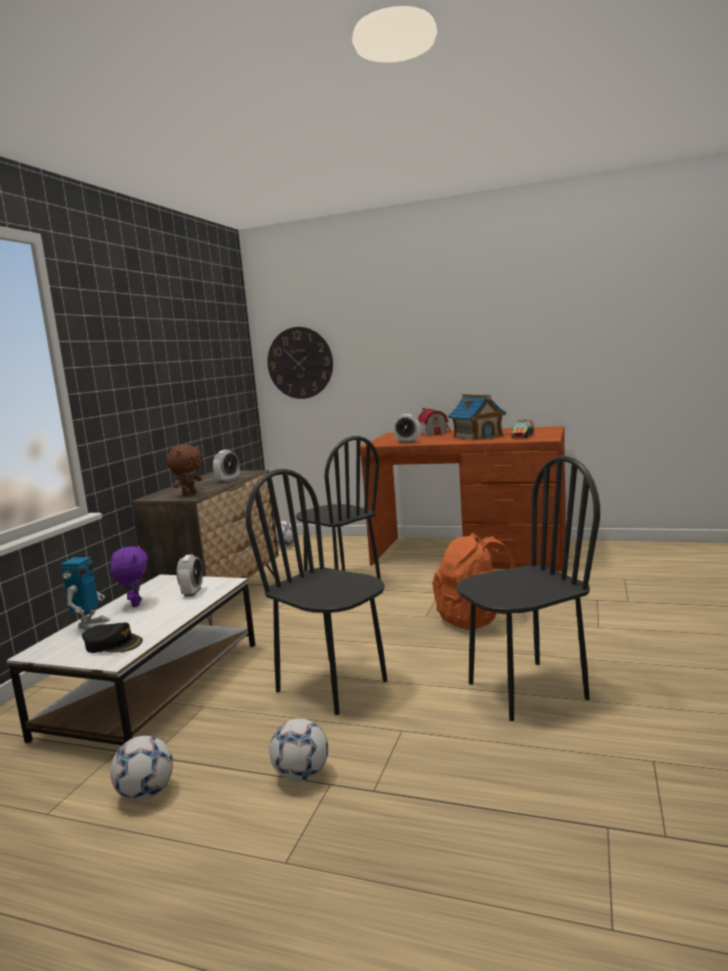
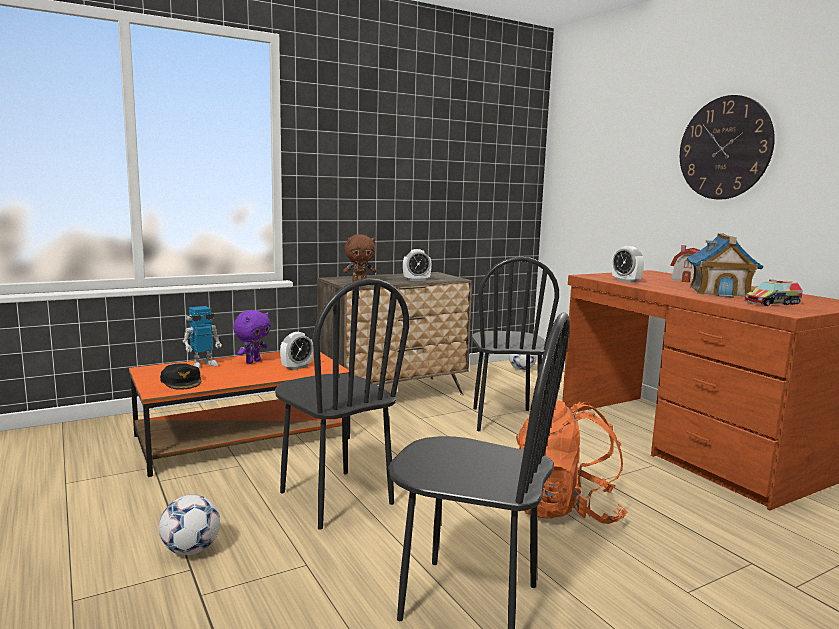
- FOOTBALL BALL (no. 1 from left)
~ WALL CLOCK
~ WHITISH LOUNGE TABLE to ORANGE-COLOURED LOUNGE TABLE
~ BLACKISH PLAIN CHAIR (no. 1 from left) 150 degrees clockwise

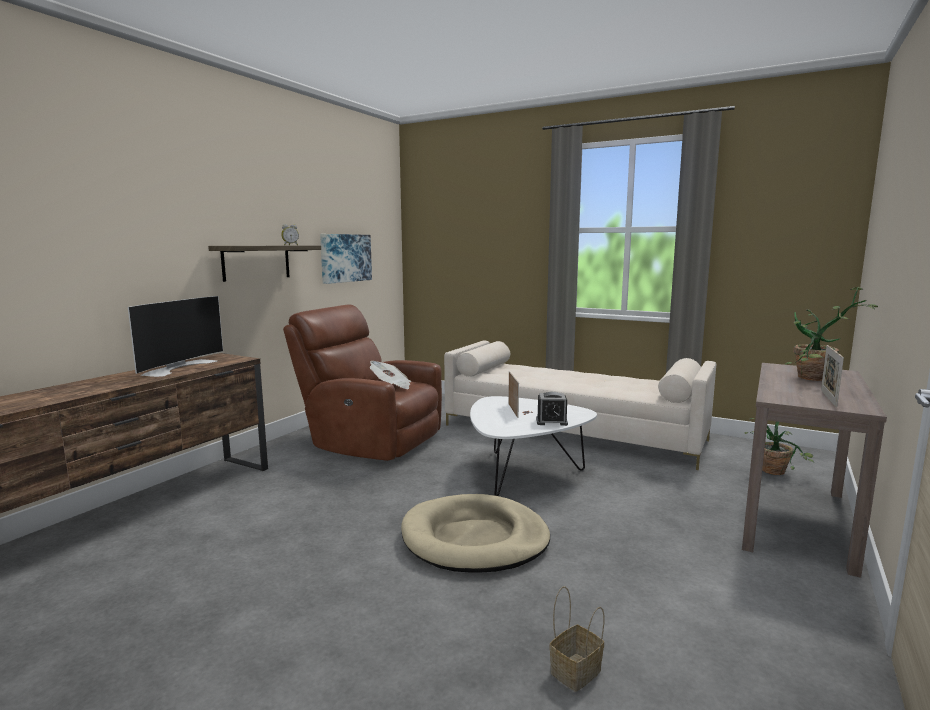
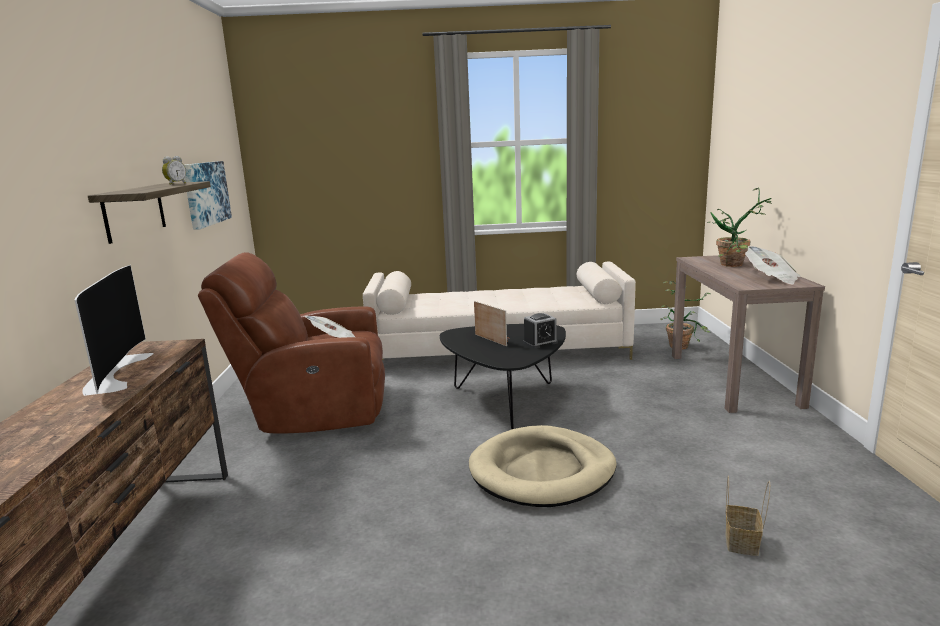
~ STANDING FRAME (no. 2 from left) to PRINTED PAPER (no. 2 from left)
~ WHITISH LOUNGE TABLE to BLACKISH LOUNGE TABLE

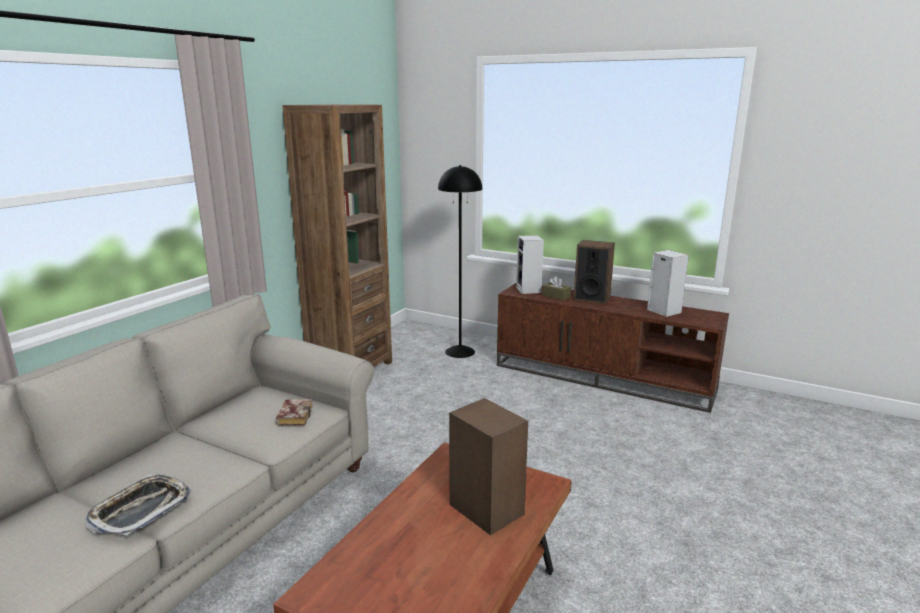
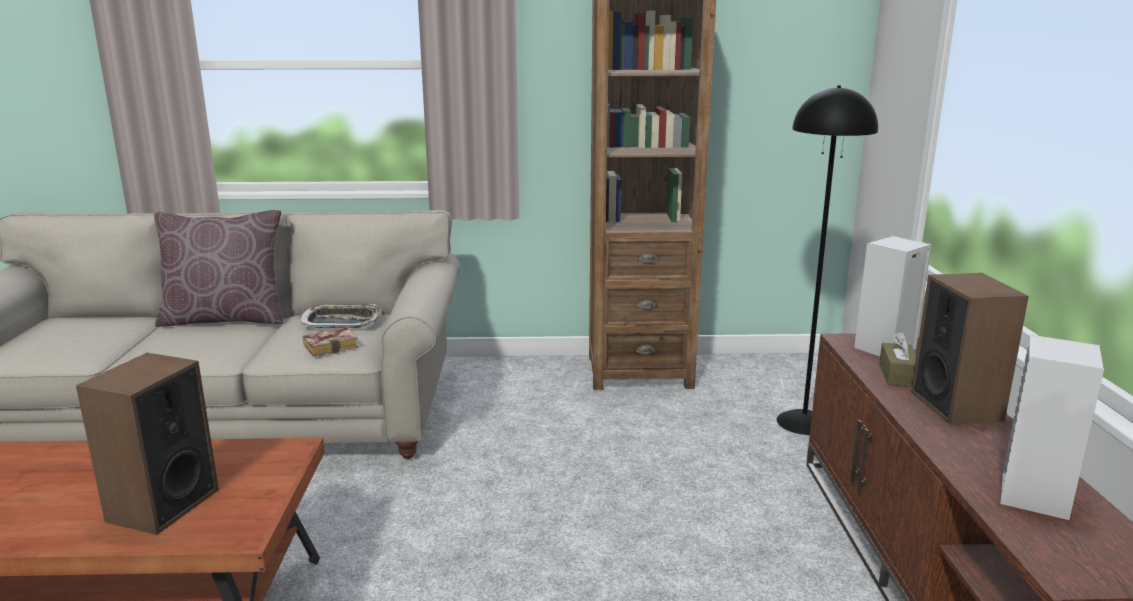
+ BROWNISH PILLOW
~ TRAY

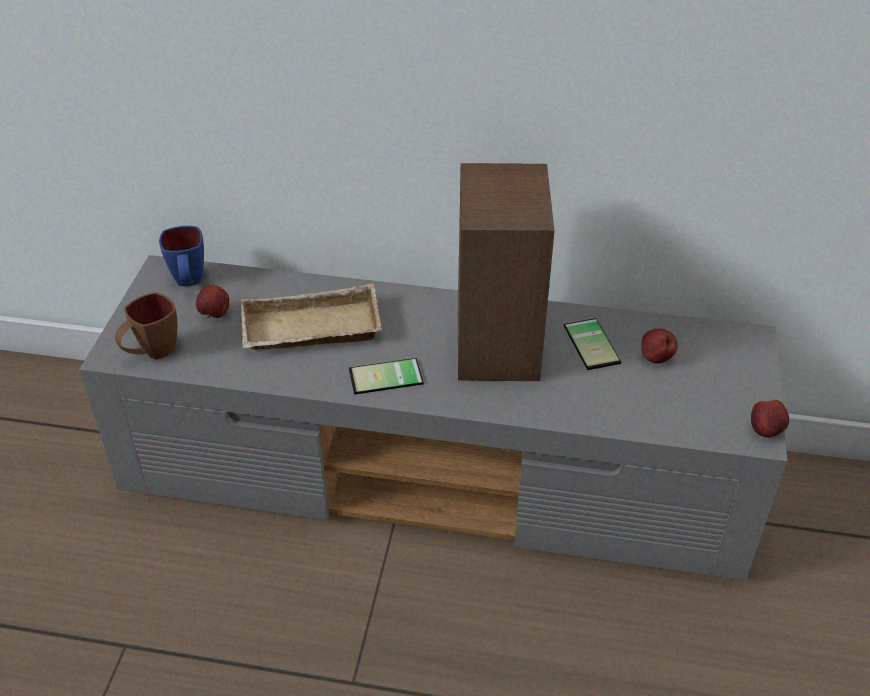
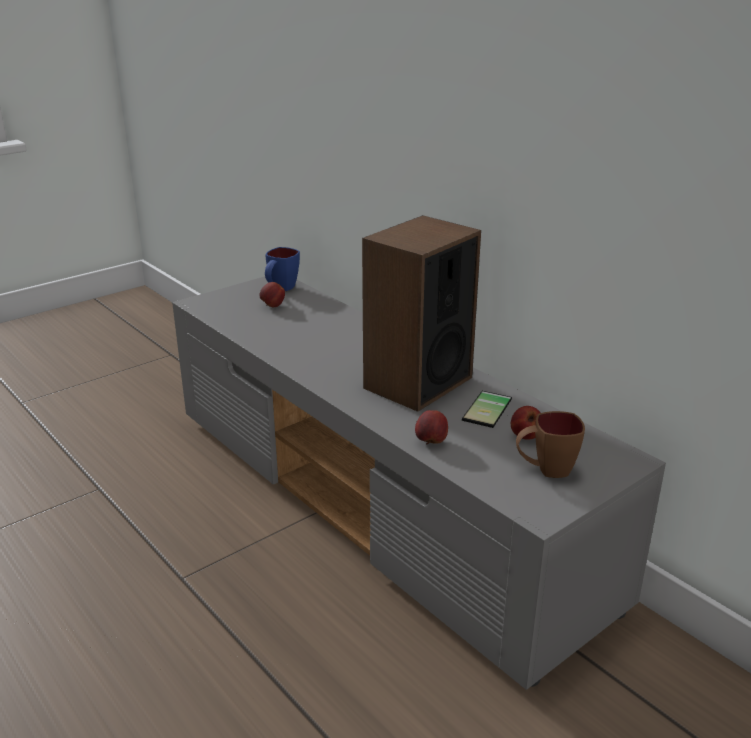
- BEIGE-COLOURED TRAY
- PHONE (no. 1 from left)
~ BROWNISH TEA MUG
~ WHOLE APPLE (no. 3 from left in the first image) to WHOLE APPLE (no. 2 from left)

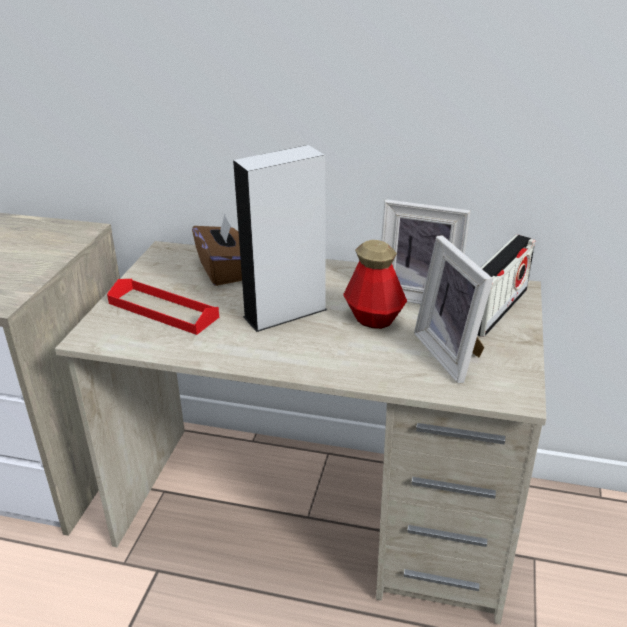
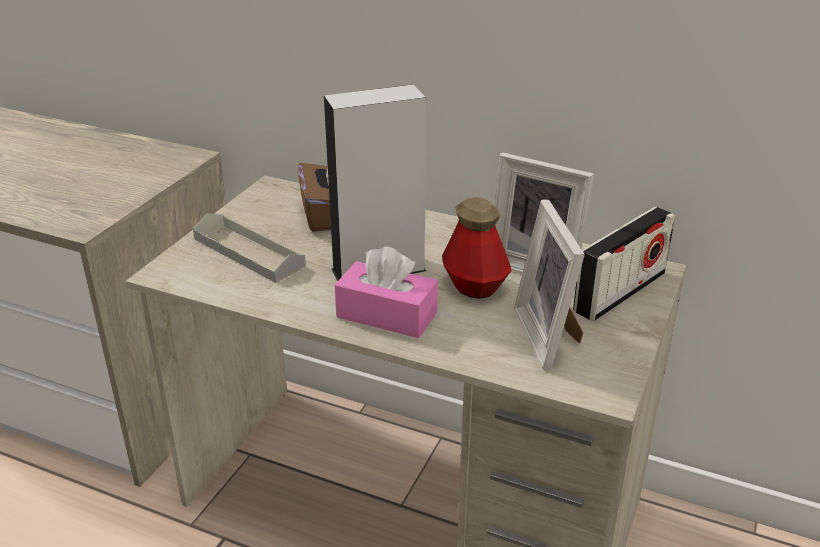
+ PINK TISSUE HOLDER
~ RED TRAY to GREY TRAY

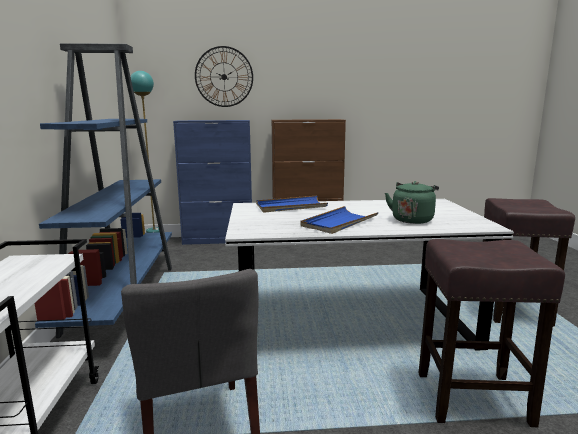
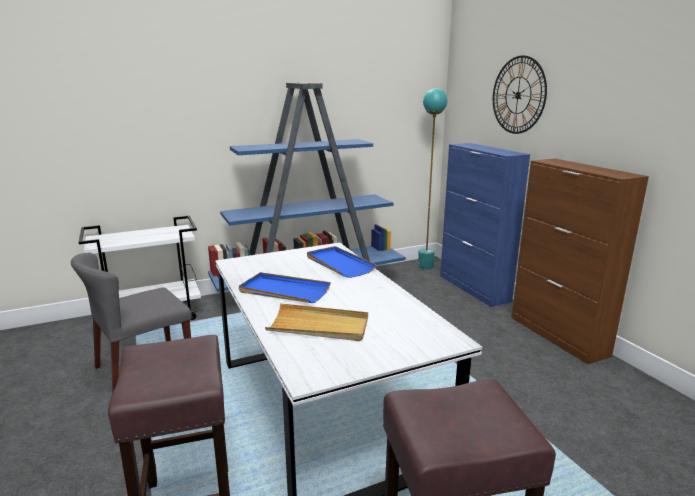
~ GREENISH KETTLE to BEIGE-COLOURED TRAY

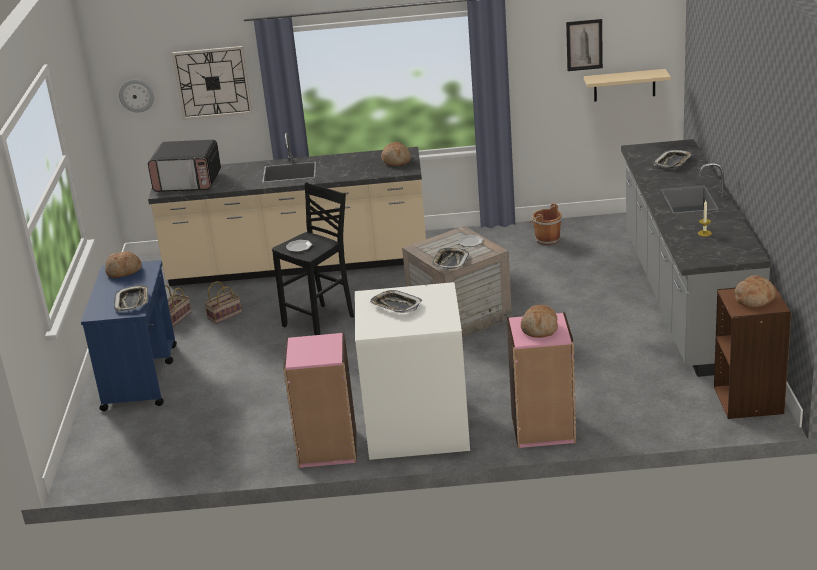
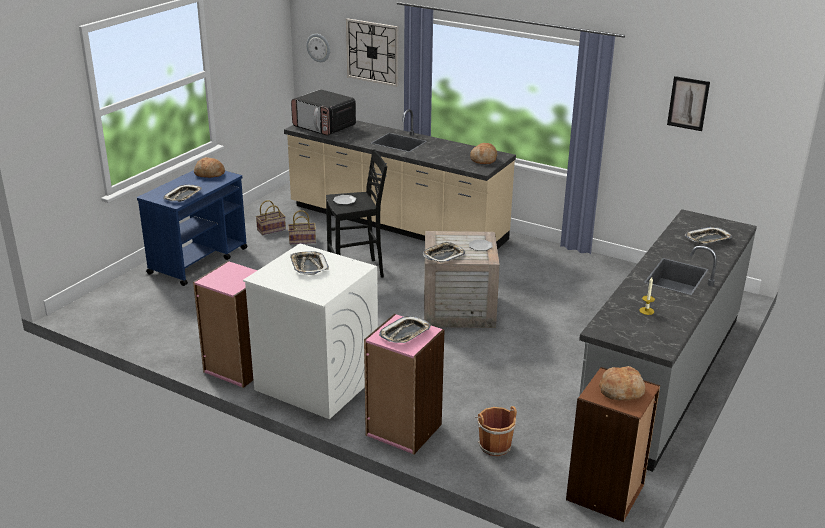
- BEIGE-COLOURED WALL SHELF
~ BROWNISH BUCKET
~ BAKERY BREAD (no. 3 from left) to TRAY (no. 3 from left)

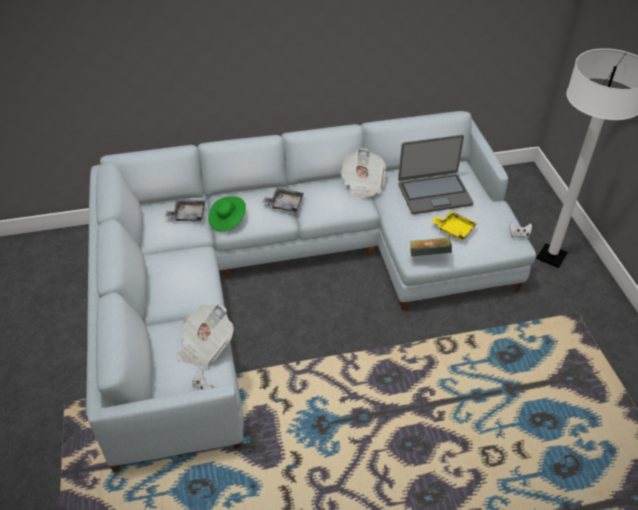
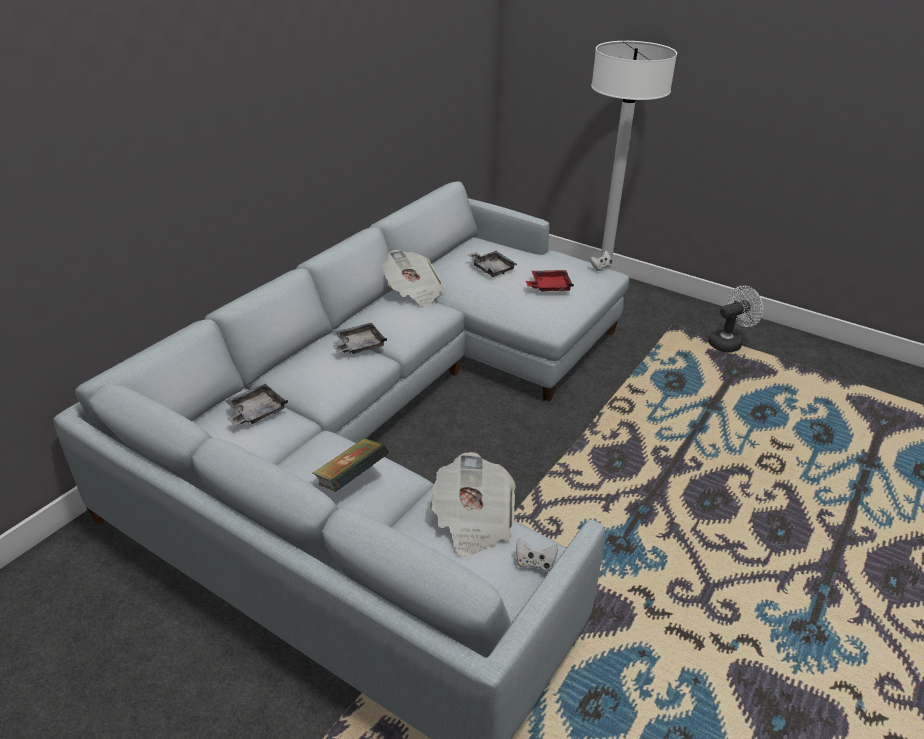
- GREENISH WEARABLE HAT
+ WHITISH ELECTRIC FAN
~ VOLUME
~ LAPTOP to GREY TRAY (no. 3 from left)
~ YELLOWISH TRAY to RED TRAY

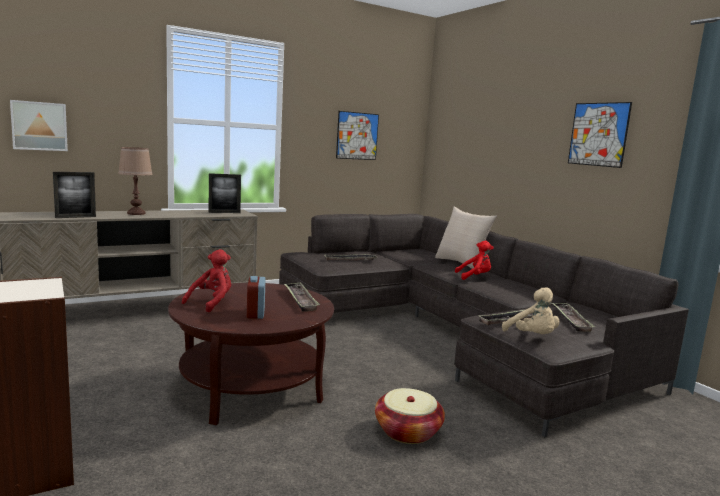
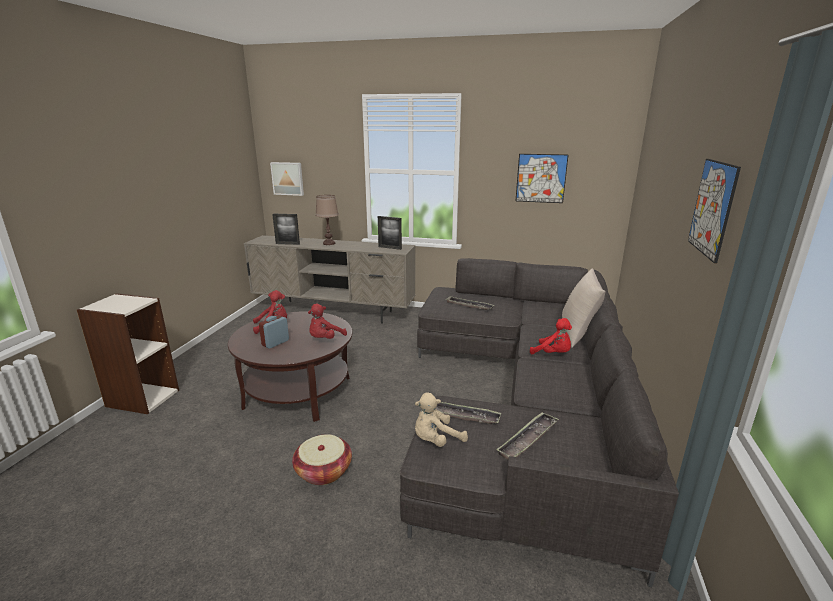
~ TRAY (no. 1 from left) to RED PLUSH TOY (no. 2 from left)
~ BEIGE-COLOURED PLUSH TOY 45 degrees clockwise

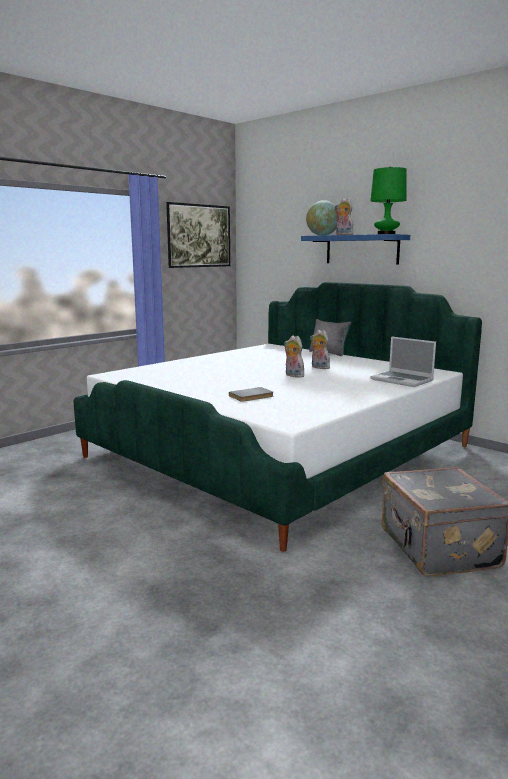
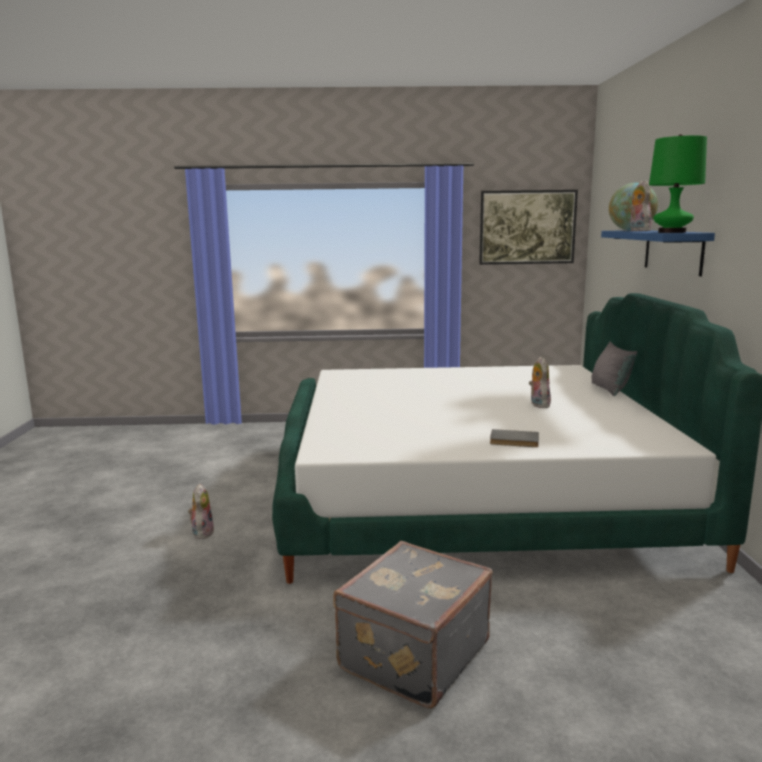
- LAPTOP
~ GREY VOLUME
~ PLUSH TOY (no. 1 from left)

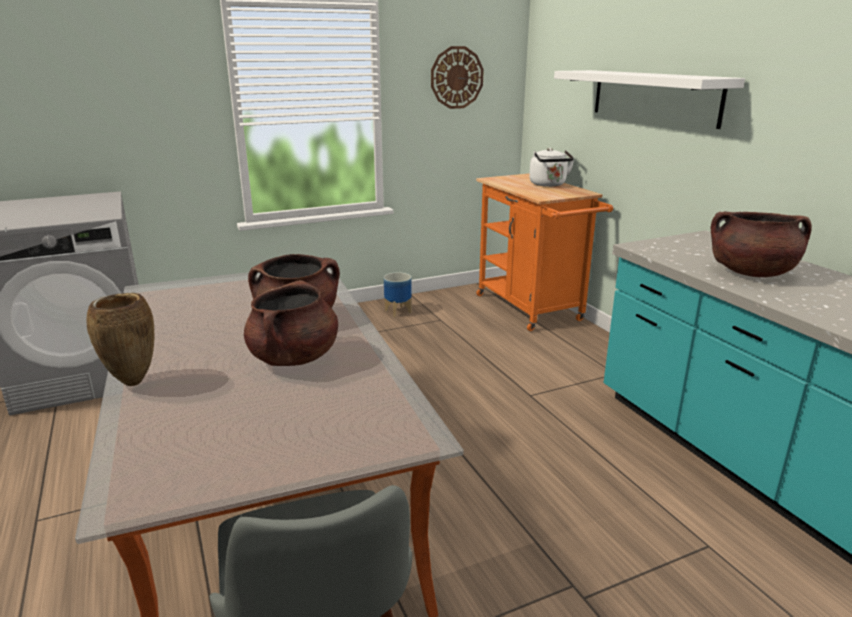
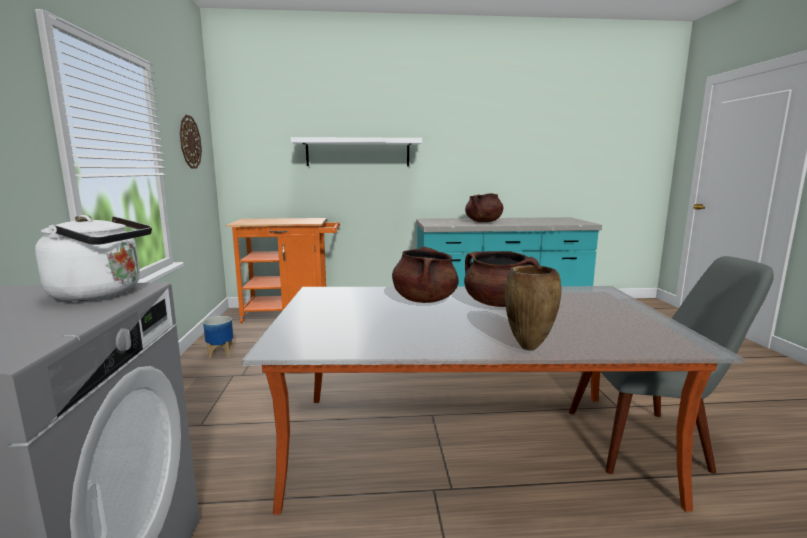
~ WHITISH KETTLE

